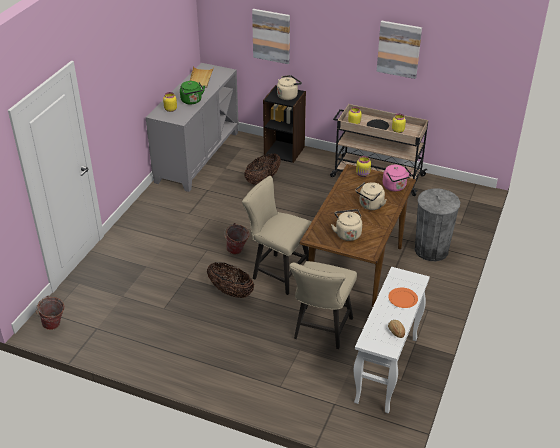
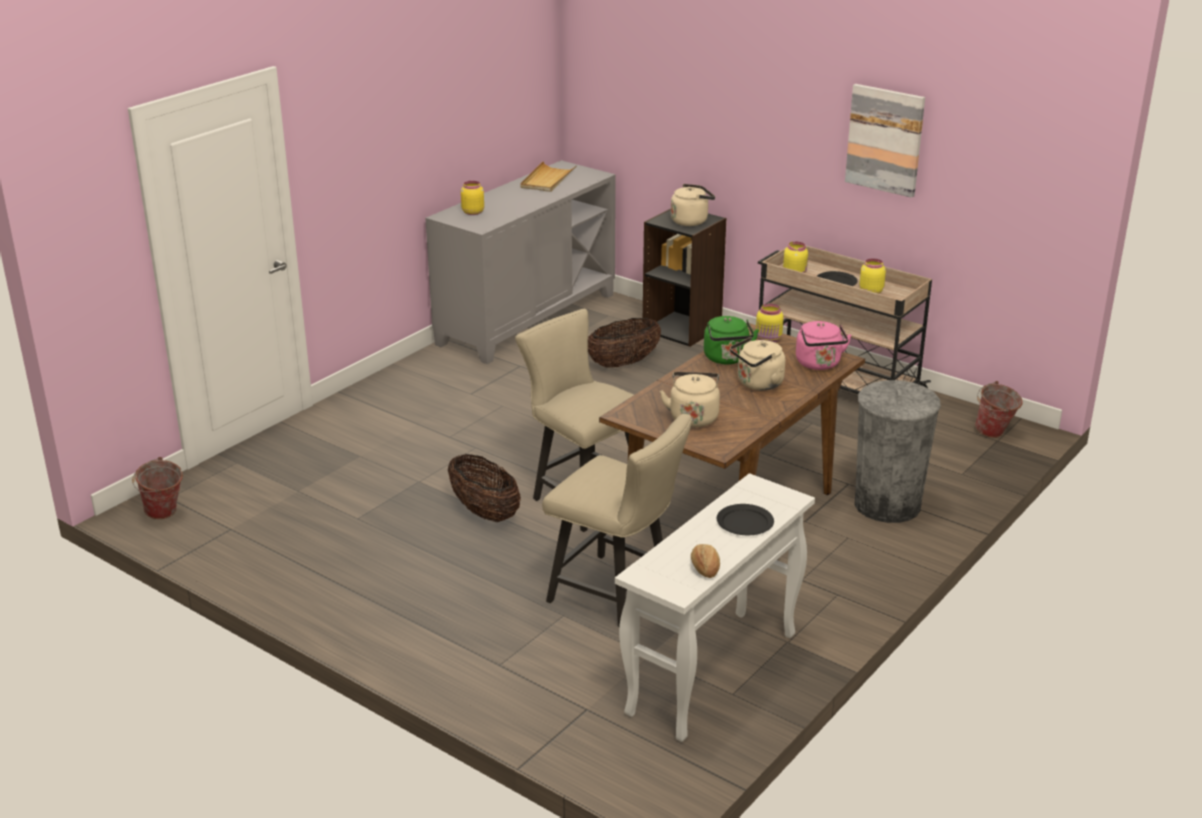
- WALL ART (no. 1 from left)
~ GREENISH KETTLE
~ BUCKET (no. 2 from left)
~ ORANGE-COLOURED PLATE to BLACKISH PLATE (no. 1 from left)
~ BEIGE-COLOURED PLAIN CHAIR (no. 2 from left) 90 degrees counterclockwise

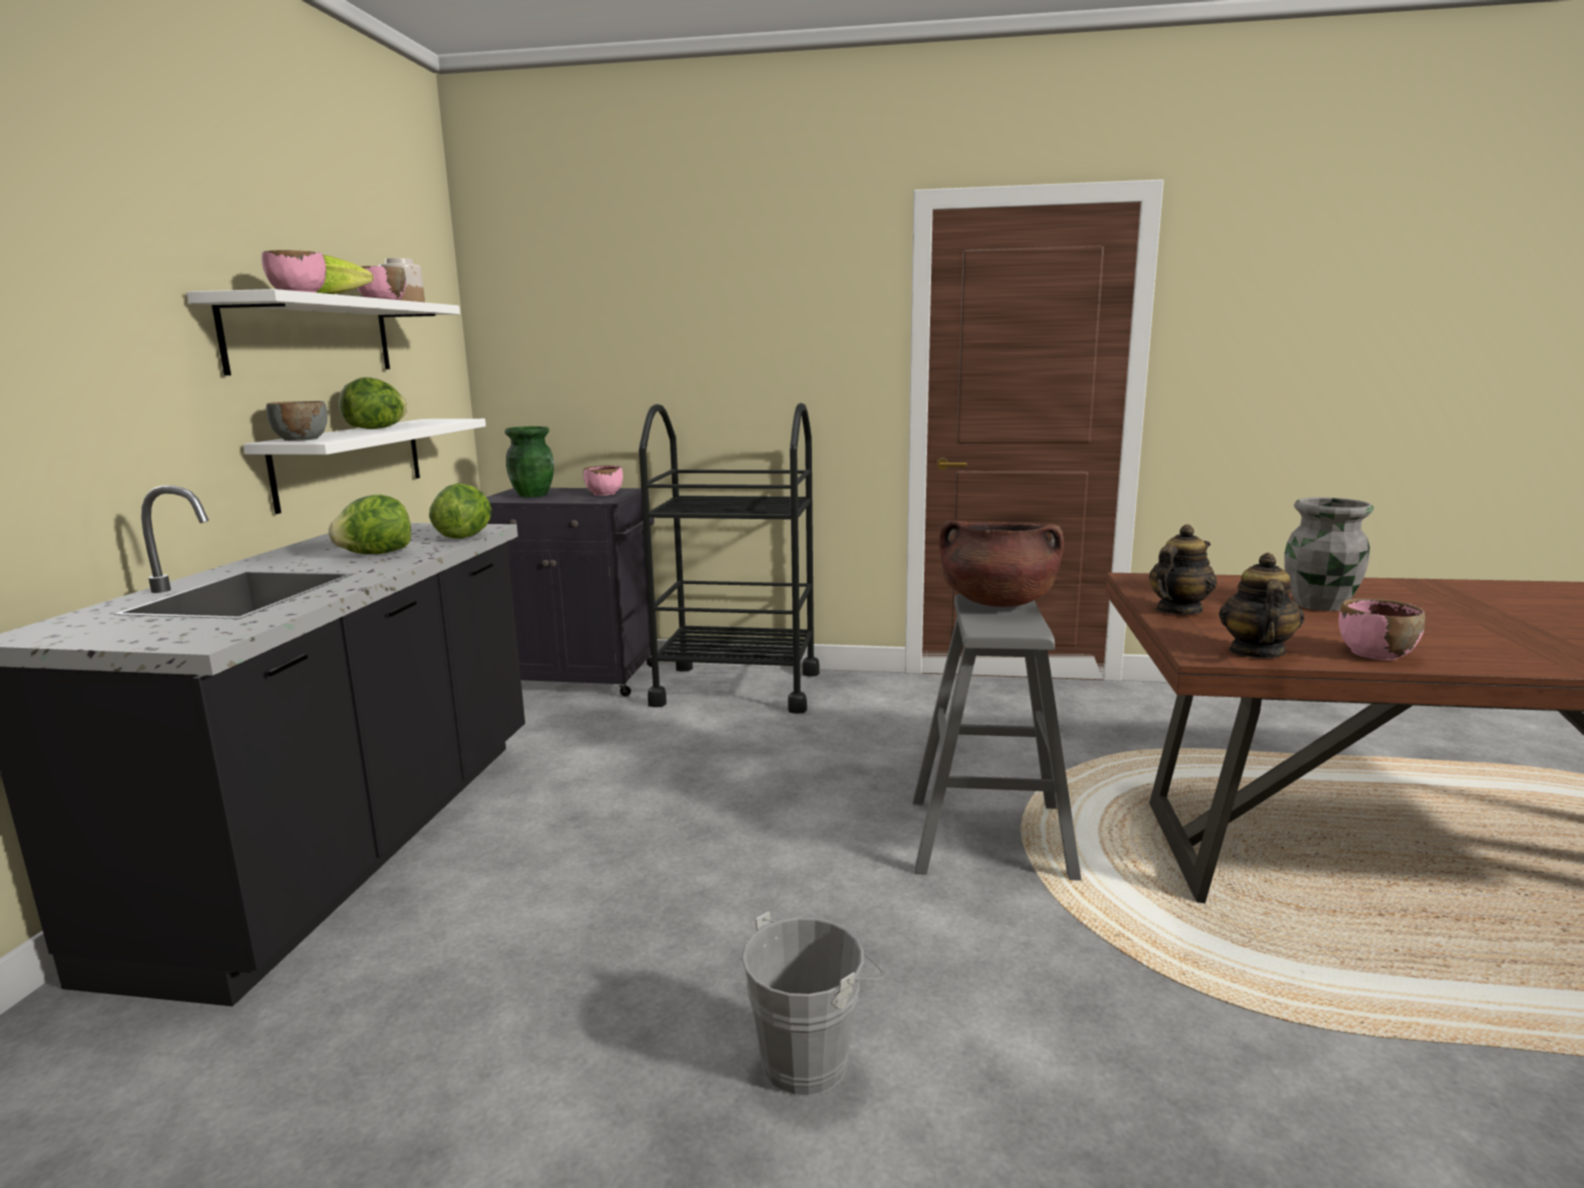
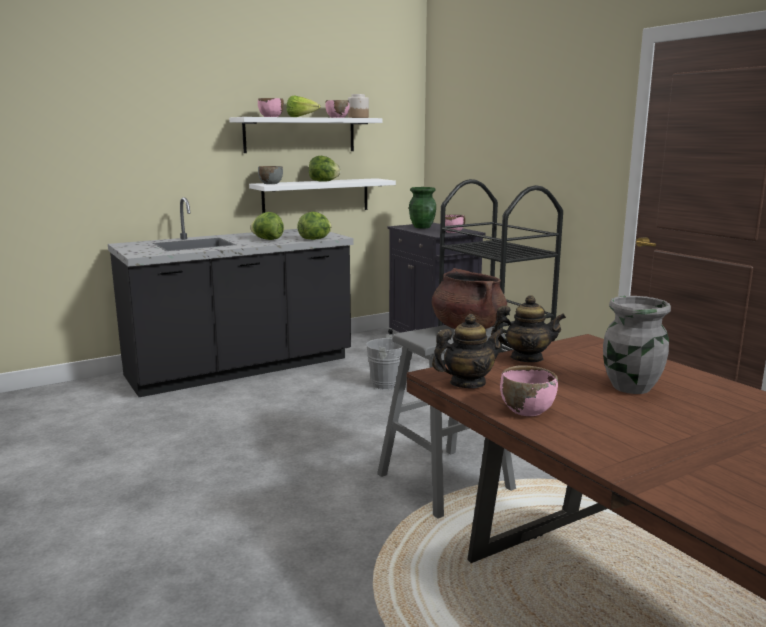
~ GREY BUCKET

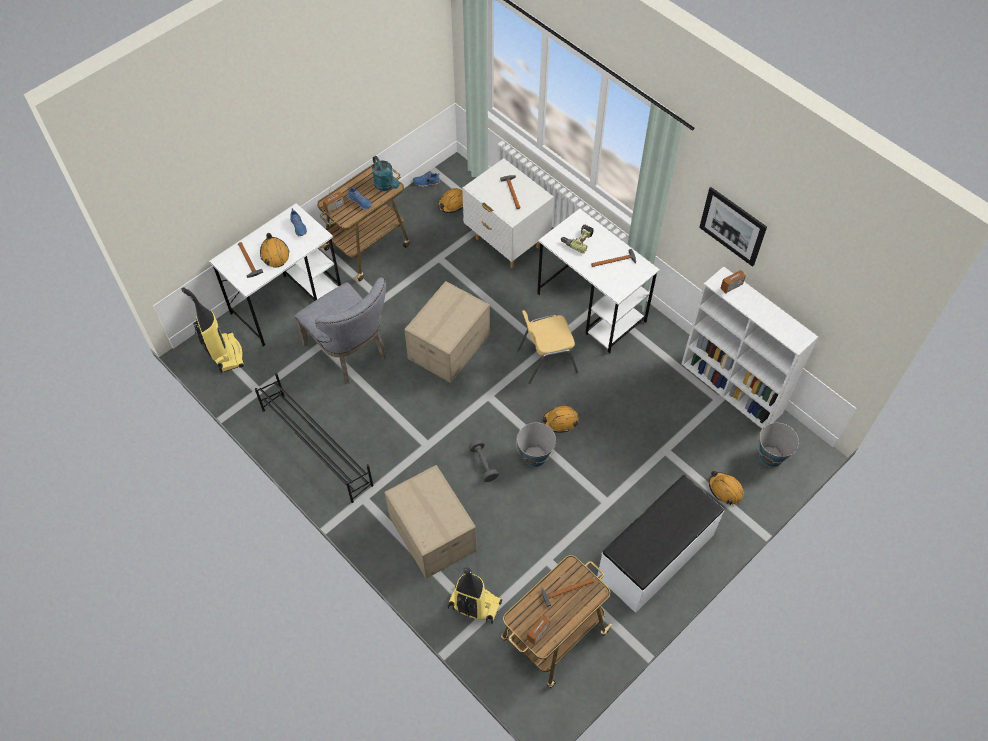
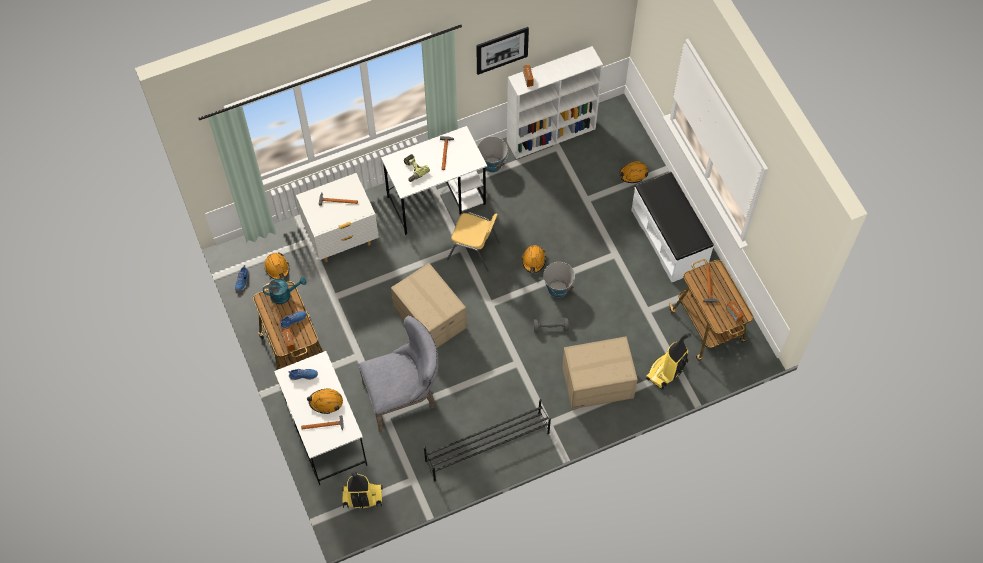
~ BUCKET (no. 2 from left in the first image) to BUCKET (no. 1 from left)
~ YELLOWISH PLAIN CHAIR 75 degrees counterclockwise

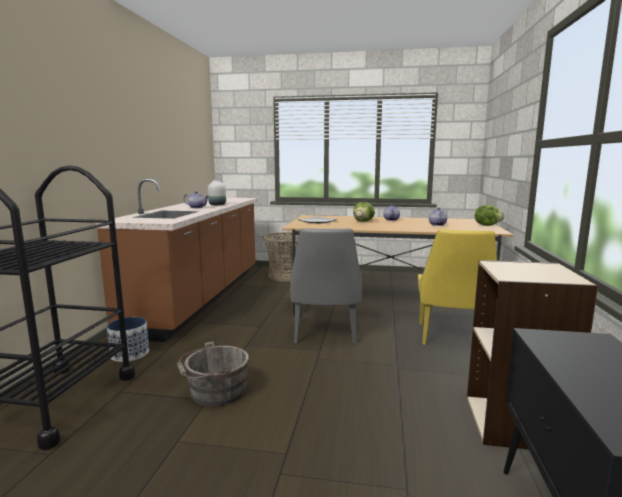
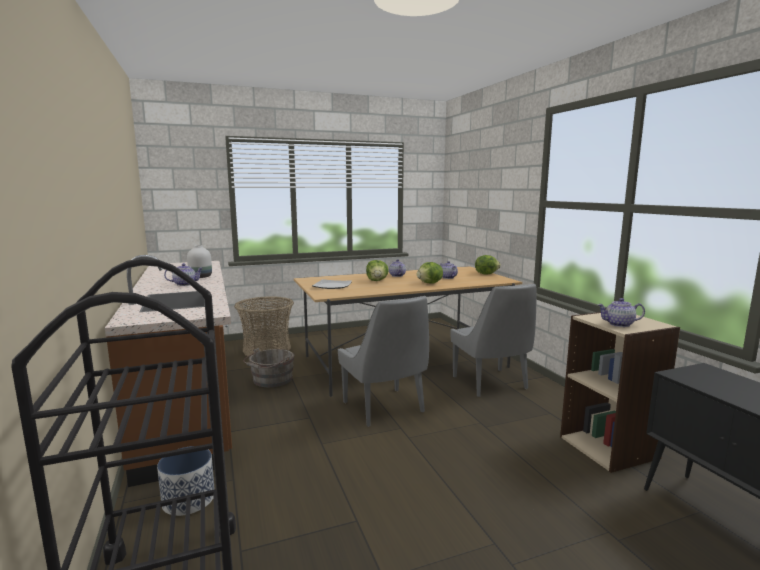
+ HEAD OF LETTUCE (no. 2 from left)
+ TEAPOT (no. 4 from left)
~ GREY BUCKET
~ YELLOWISH PLAIN CHAIR to GREY PLAIN CHAIR (no. 2 from left)

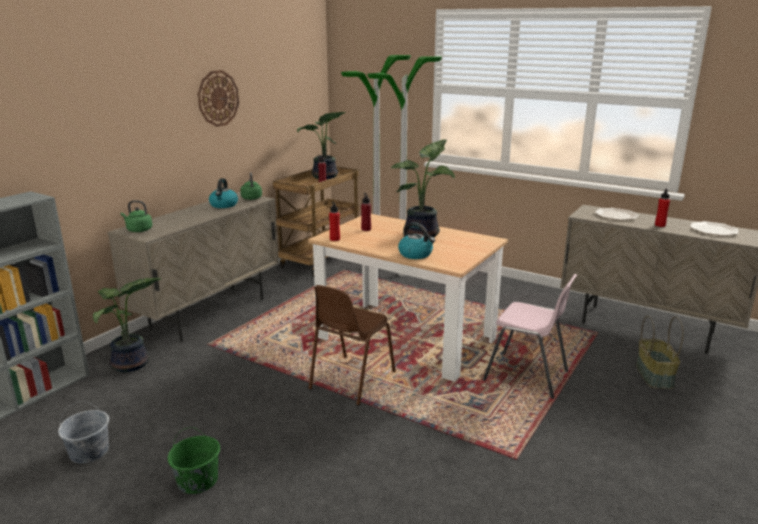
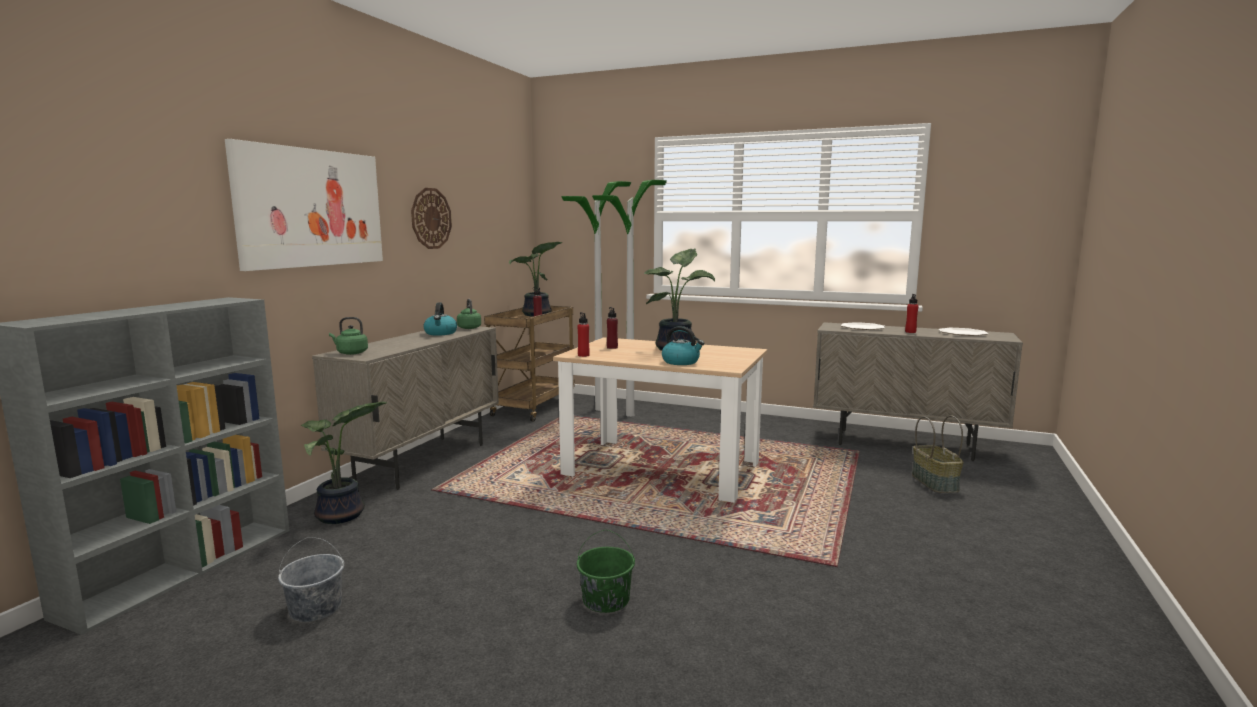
- BROWNISH PLAIN CHAIR
- PINK PLAIN CHAIR
+ WALL ART
~ GREENISH BUCKET

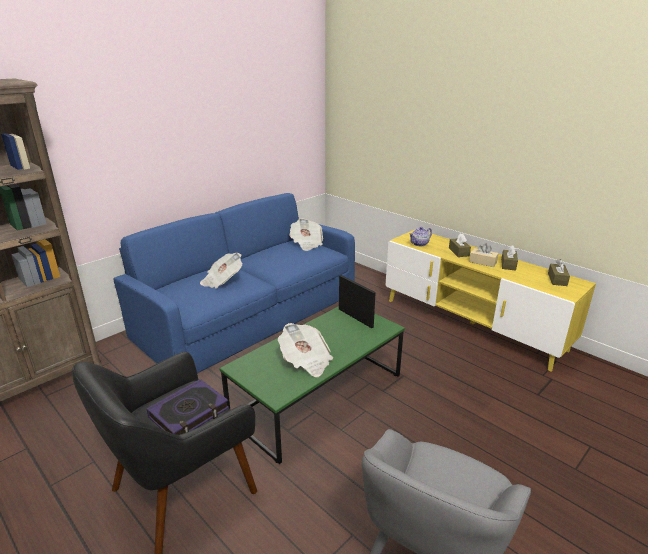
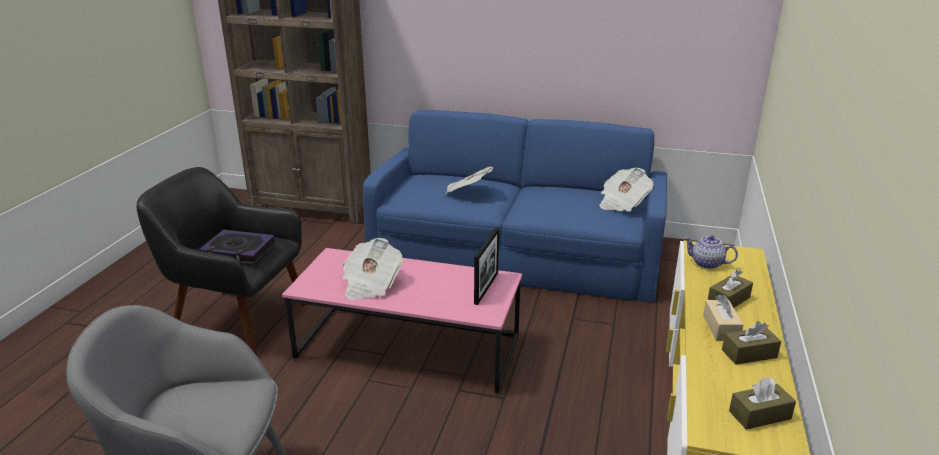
~ GREENISH LOUNGE TABLE to PINK LOUNGE TABLE

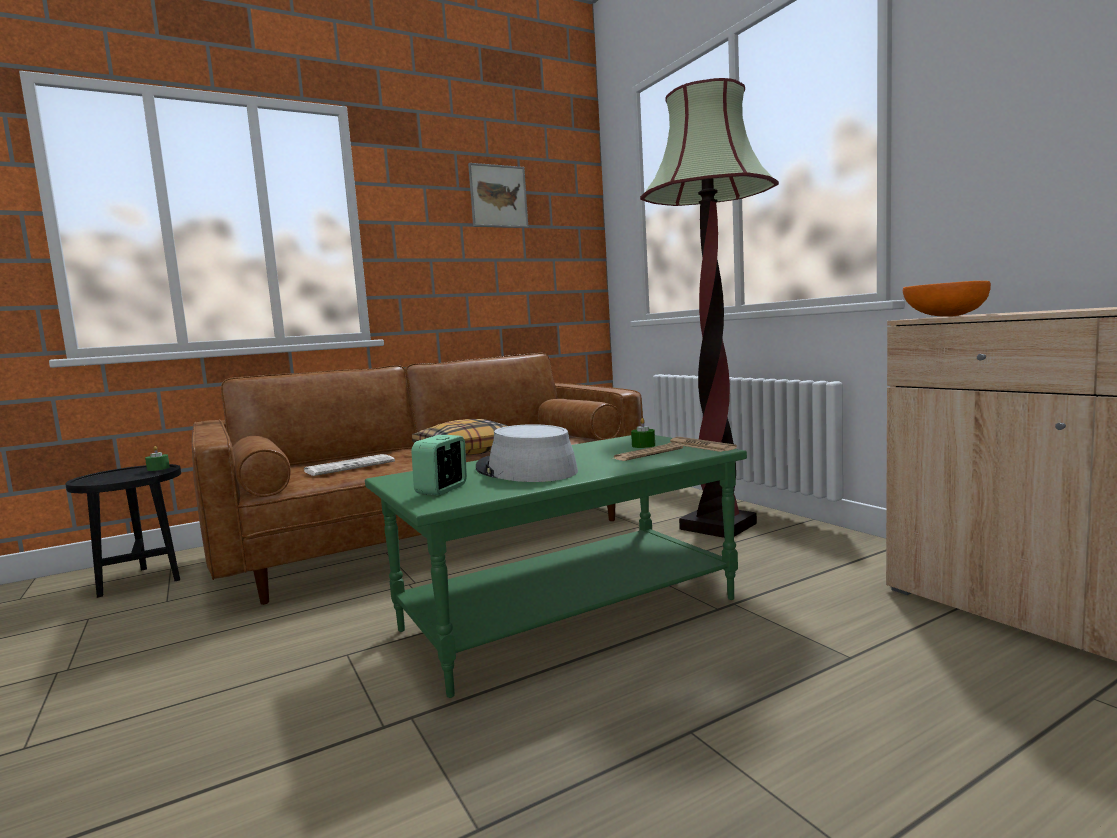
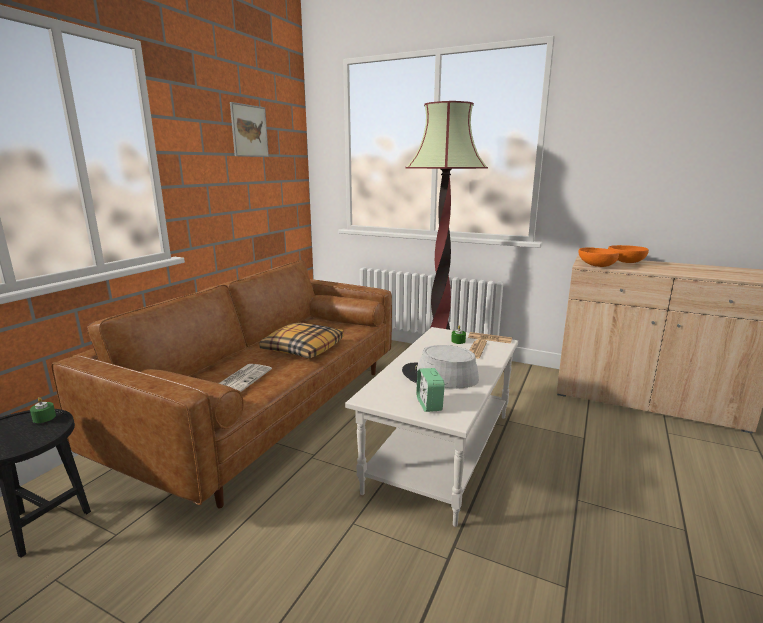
+ ORANGE-COLOURED DEEP DISH (no. 2 from left)
~ GREENISH LOUNGE TABLE to WHITISH LOUNGE TABLE

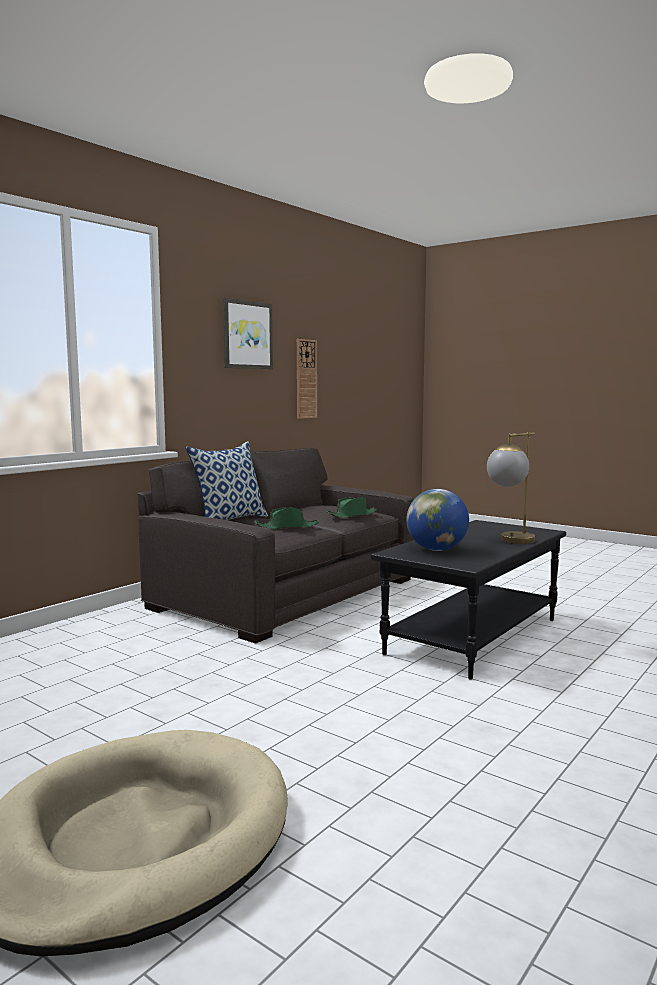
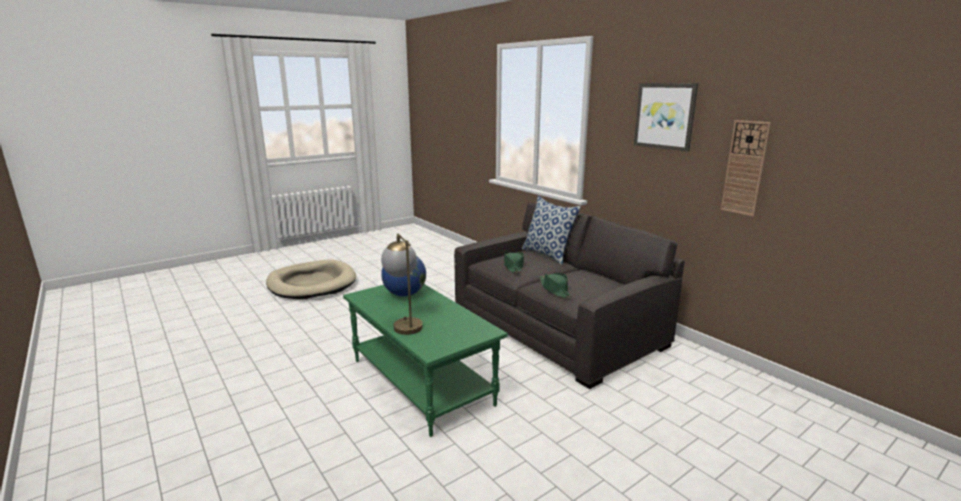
~ BLACKISH LOUNGE TABLE to GREENISH LOUNGE TABLE

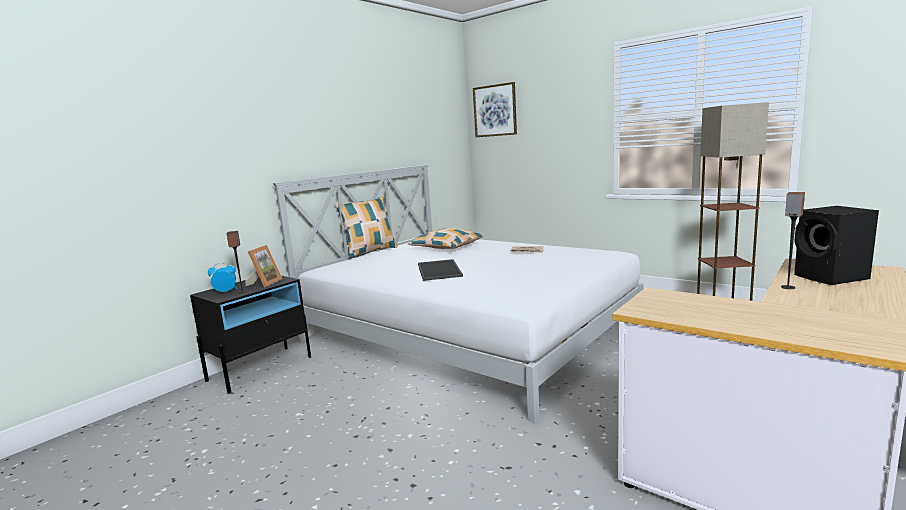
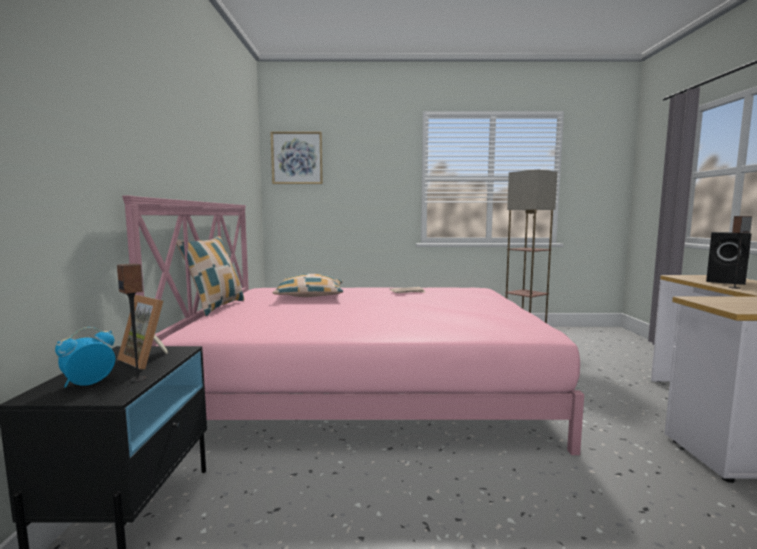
- TRAY
~ WHITISH BED to PINK BED
~ STANDING FRAME 150 degrees clockwise

